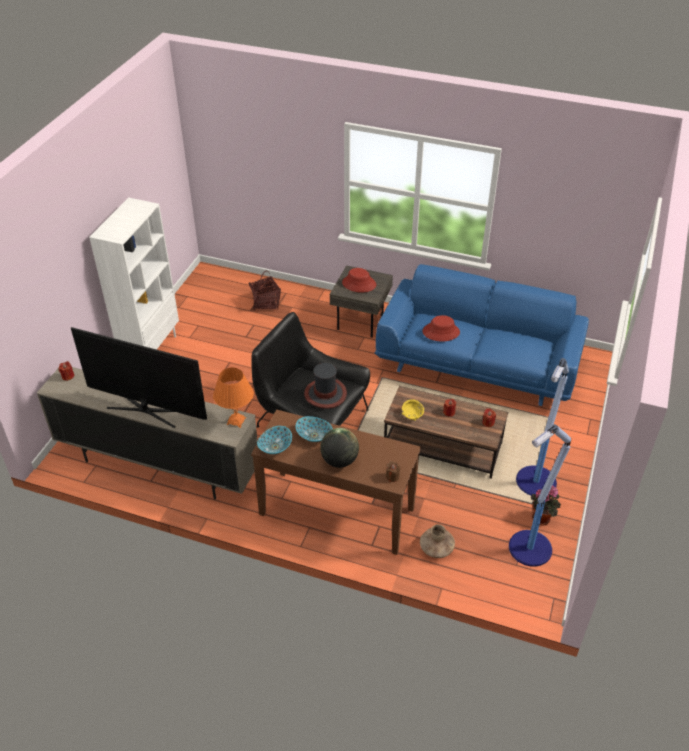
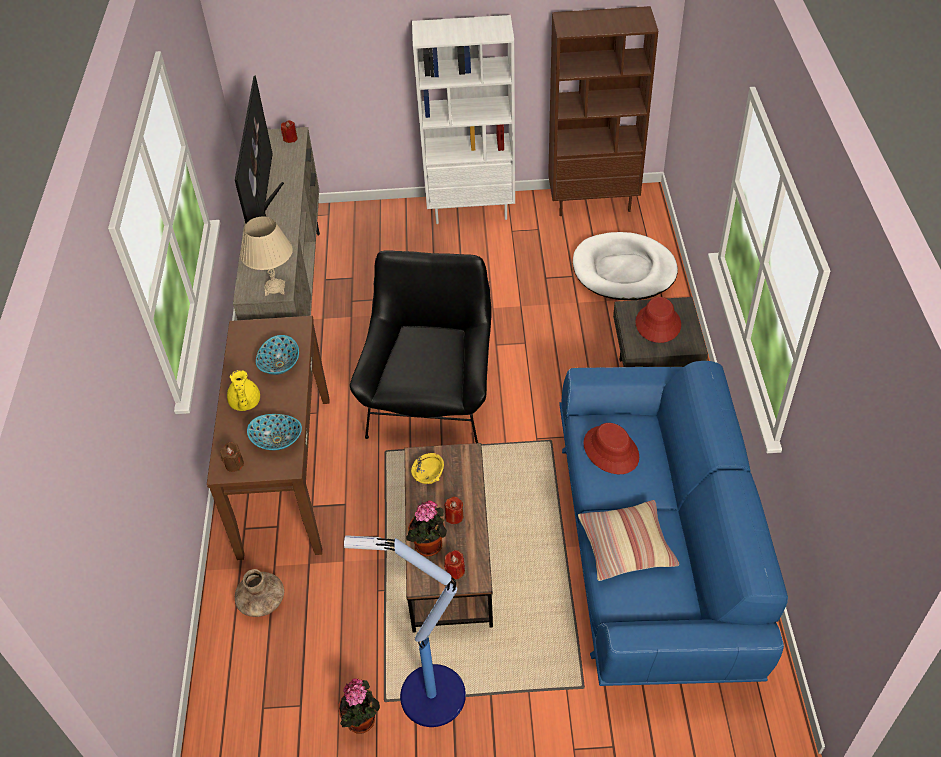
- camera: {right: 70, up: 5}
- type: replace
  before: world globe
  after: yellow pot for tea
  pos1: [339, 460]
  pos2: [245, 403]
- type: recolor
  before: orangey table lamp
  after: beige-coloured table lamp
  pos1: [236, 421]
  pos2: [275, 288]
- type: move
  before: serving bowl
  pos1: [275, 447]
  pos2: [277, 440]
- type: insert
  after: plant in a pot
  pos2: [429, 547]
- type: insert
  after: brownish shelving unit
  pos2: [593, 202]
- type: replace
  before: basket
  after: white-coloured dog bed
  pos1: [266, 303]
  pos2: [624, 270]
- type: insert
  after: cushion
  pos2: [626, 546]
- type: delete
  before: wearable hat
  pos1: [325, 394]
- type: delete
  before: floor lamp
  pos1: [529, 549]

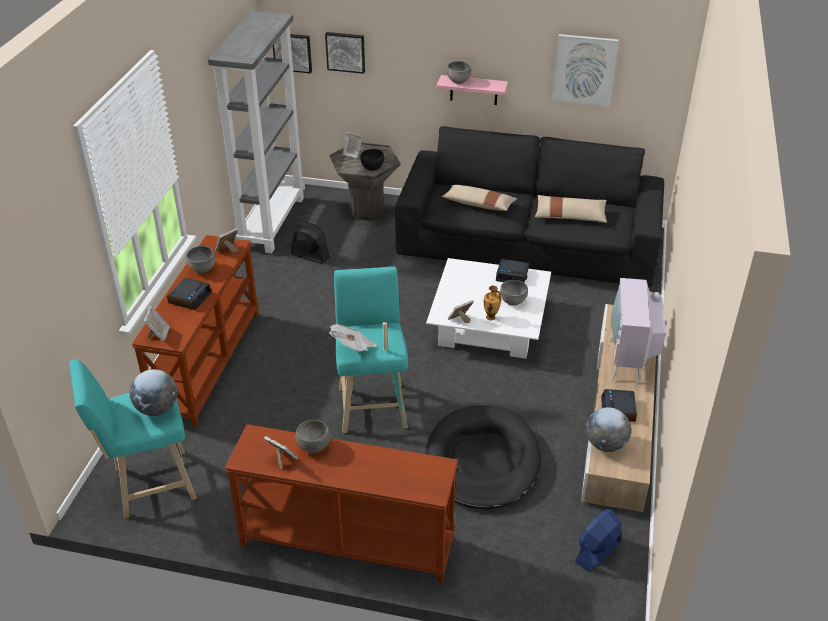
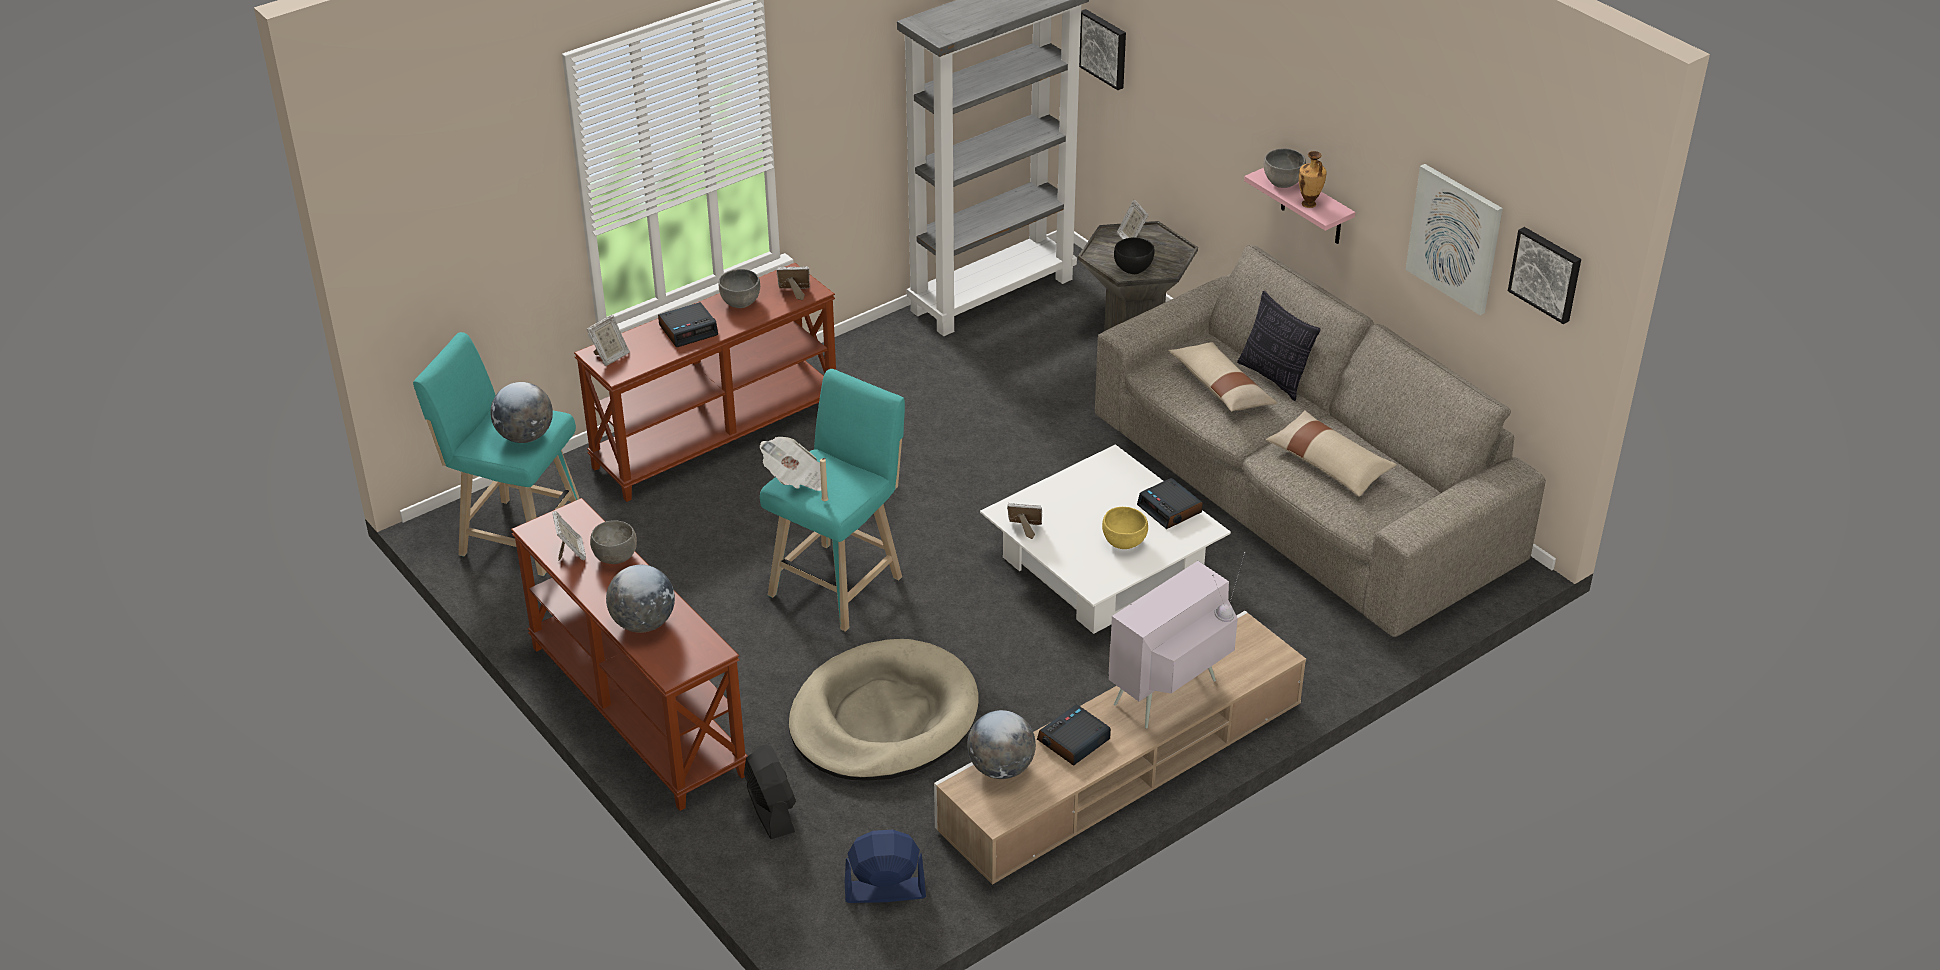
- camera: {right: 40, up: 0}
- type: insert
  after: world globe
  pos2: [643, 623]
- type: move
  before: black electric fan
  pos1: [310, 256]
  pos2: [771, 810]
- type: recolor
  before: black dog bed
  after: beige-coloured dog bed
  pos1: [483, 461]
  pos2: [883, 718]
- type: recolor
  before: black sofa
  after: beige-coloured sofa
  pos1: [527, 244]
  pos2: [1299, 490]
- type: recolor
  before: greyish serving bowl
  after: yellow serving bowl
  pos1: [513, 301]
  pos2: [1123, 543]
- type: insert
  after: cushion
  pos2: [1274, 377]
- type: move
  before: flower vase
  pos1: [491, 317]
  pos2: [1309, 204]
- type: move
  before: picture
  pos1: [346, 52]
  pos2: [1546, 273]

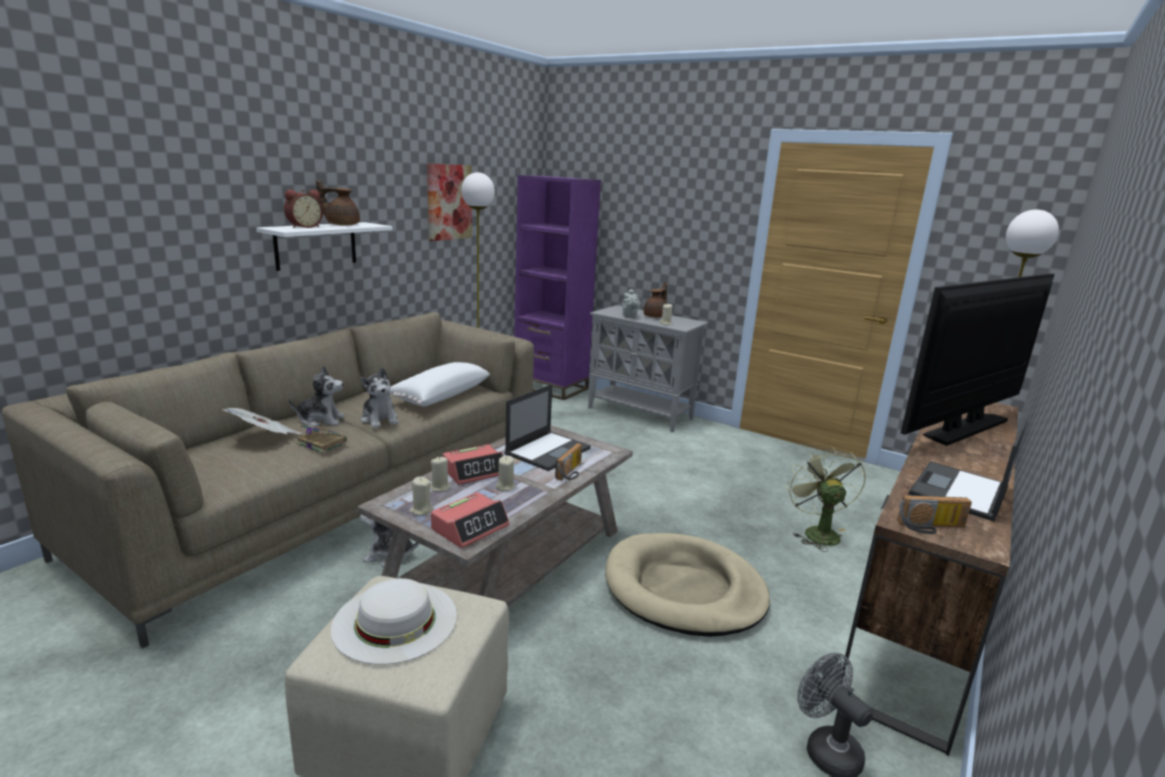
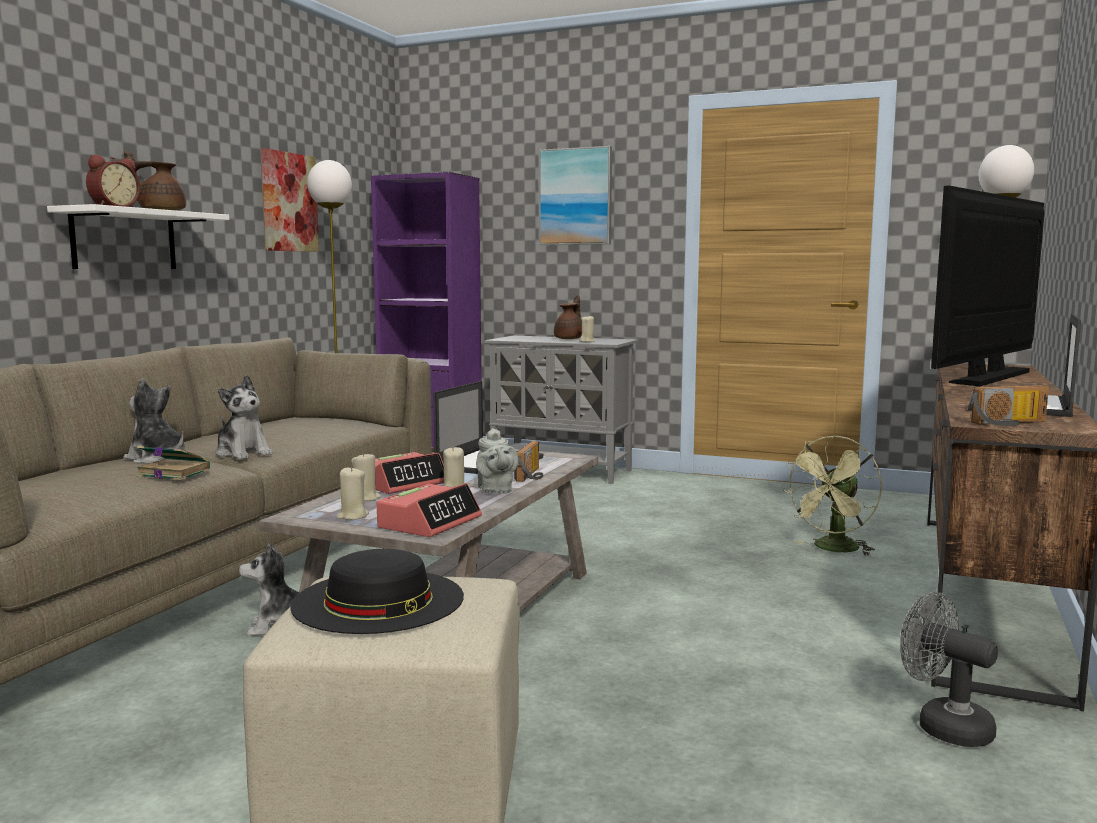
- camera: {right: -10, up: -10}
- type: rotate
  before: cuddly toy
  pos1: [320, 420]
  pos2: [157, 459]
  turn: -135
- type: recolor
  before: white-coloured wearable hat
  after: black wearable hat
  pos1: [395, 620]
  pos2: [378, 600]
- type: move
  before: greyish pot for tea
  pos1: [629, 316]
  pos2: [495, 490]
- type: insert
  after: picture
  pos2: [575, 197]
- type: rotate
  before: green electric fan
  pos1: [817, 532]
  pos2: [833, 549]
  turn: -120
- type: delete
  before: printed paper
  pos1: [265, 438]
- type: delete
  before: white-coloured cushion
  pos1: [440, 395]
- type: delete
  before: beige-coloured dog bed
  pos1: [684, 589]

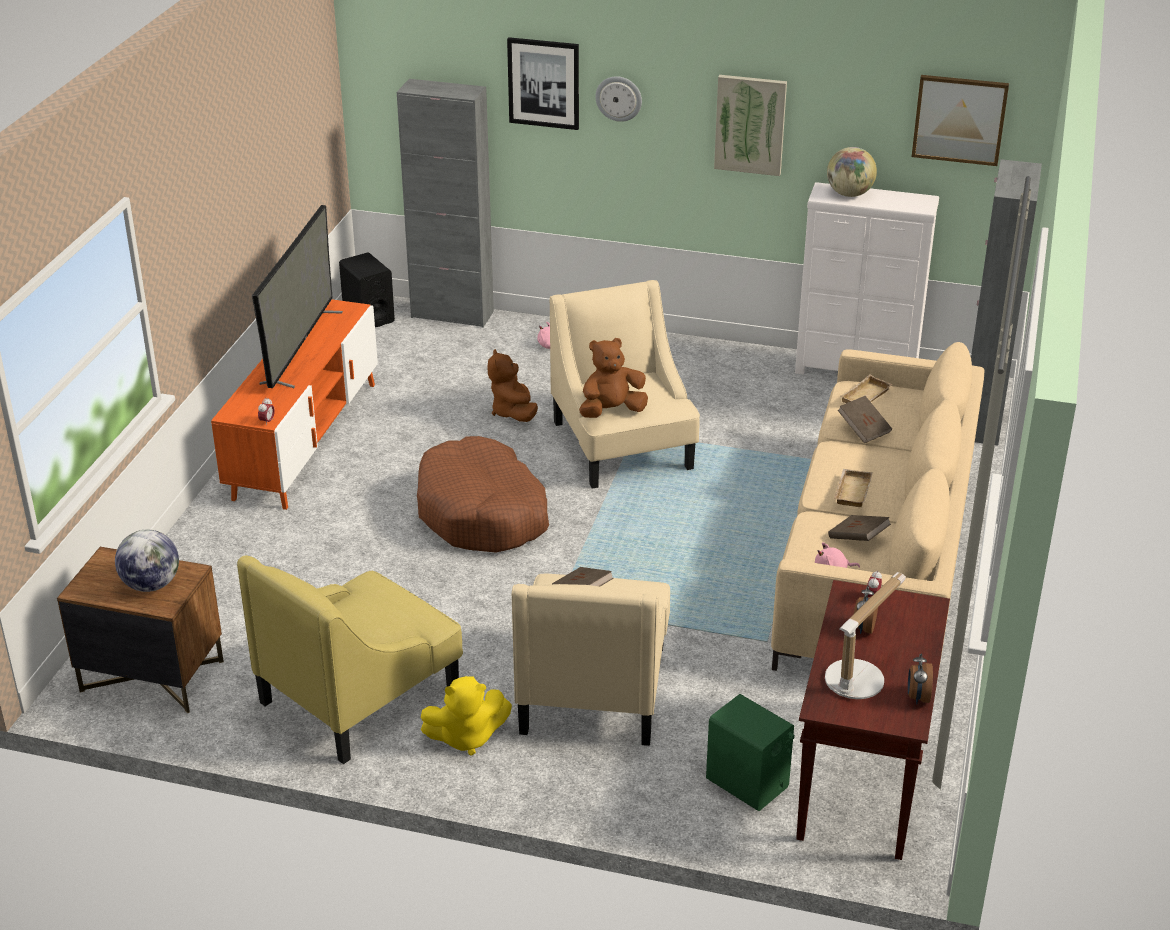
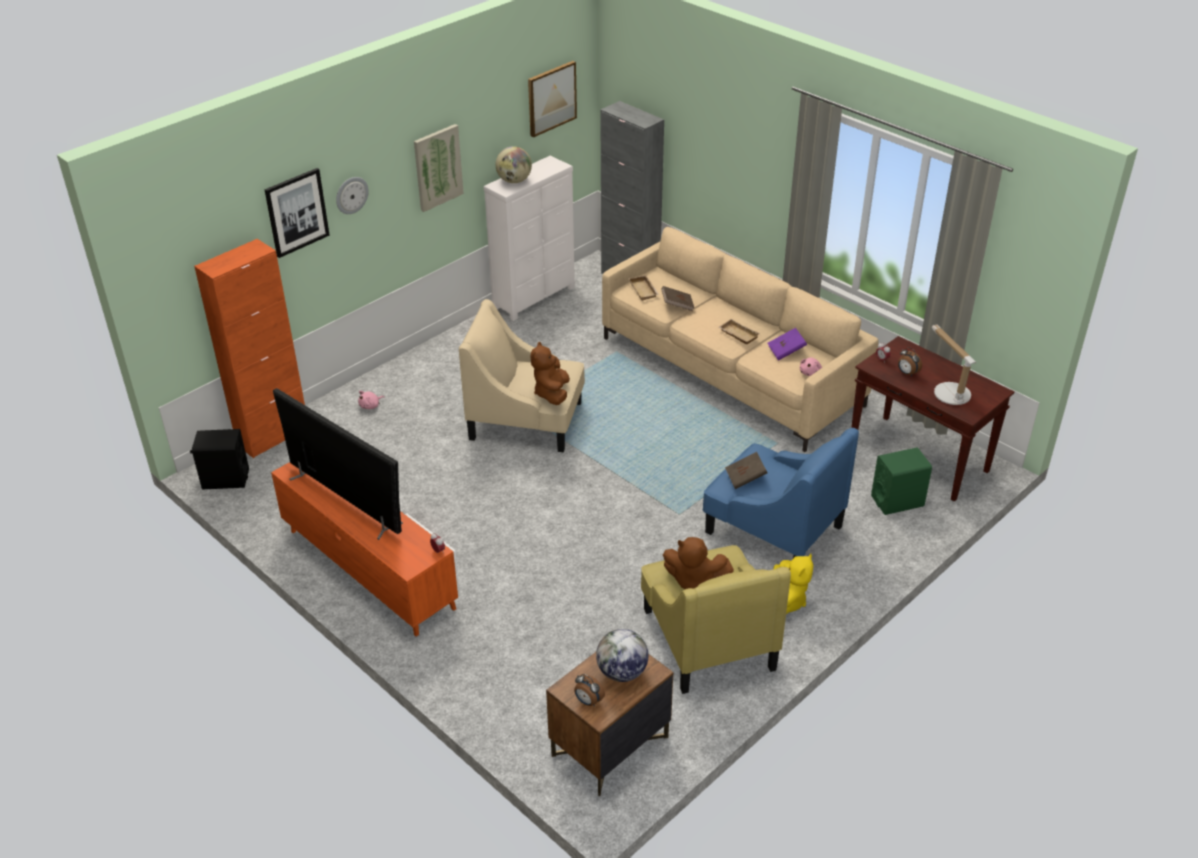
- camera: {right: -60, up: 5}
- type: recolor
  before: greyish cupboard
  after: orangey cupboard
  pos1: [452, 314]
  pos2: [273, 436]
- type: move
  before: table clock
  pos1: [917, 697]
  pos2: [588, 701]
- type: move
  before: brownish cuddly toy
  pos1: [513, 412]
  pos2: [694, 581]
- type: recolor
  before: beige-coloured easy chair
  after: blue easy chair
  pos1: [593, 687]
  pos2: [773, 529]
- type: recolor
  before: brownish bound book
  after: purple-coloured bound book
  pos1: [858, 539]
  pos2: [786, 351]
- type: delete
  before: brownish dog bed
  pos1: [482, 513]

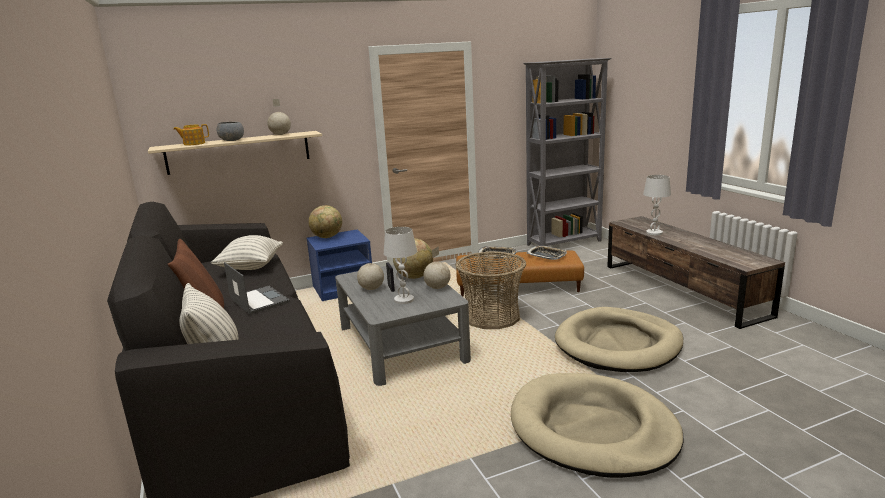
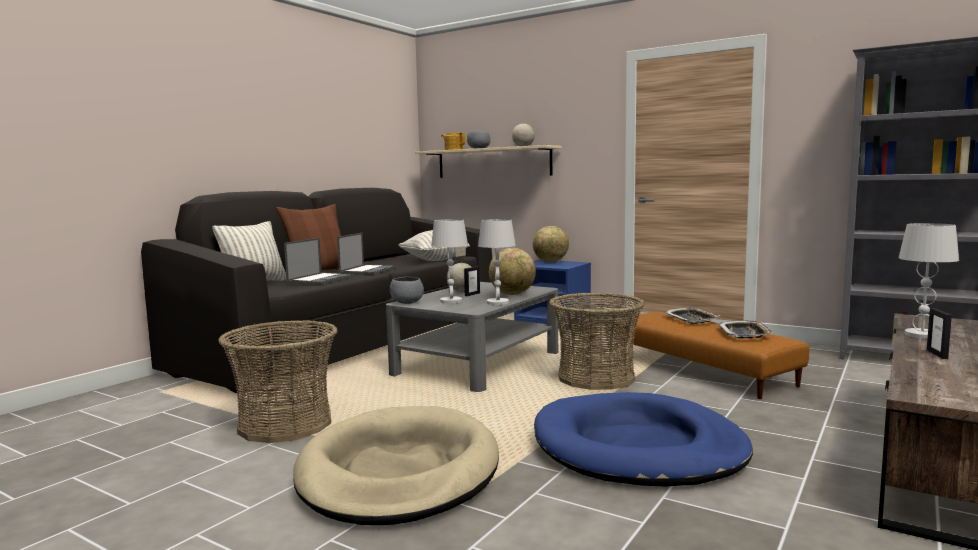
- camera: {right: 55, up: -10}
- type: insert
  after: basket
  pos2: [285, 424]
- type: insert
  after: portable computer
  pos2: [321, 279]
- type: insert
  after: greyish serving bowl
  pos2: [407, 302]
- type: replace
  before: world globe
  after: white-coloured table lamp
  pos1: [437, 288]
  pos2: [497, 302]
- type: recolor
  before: beige-coloured dog bed
  after: blue dog bed
  pos1: [618, 344]
  pos2: [638, 448]
- type: insert
  after: picture frame
  pos2: [937, 354]

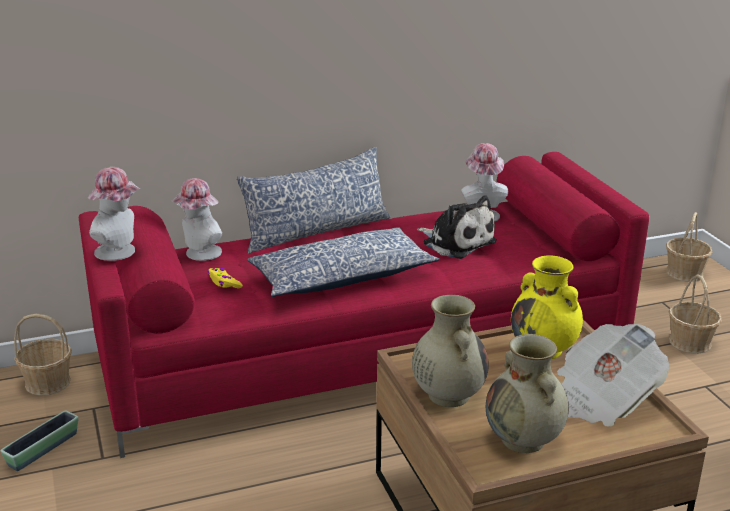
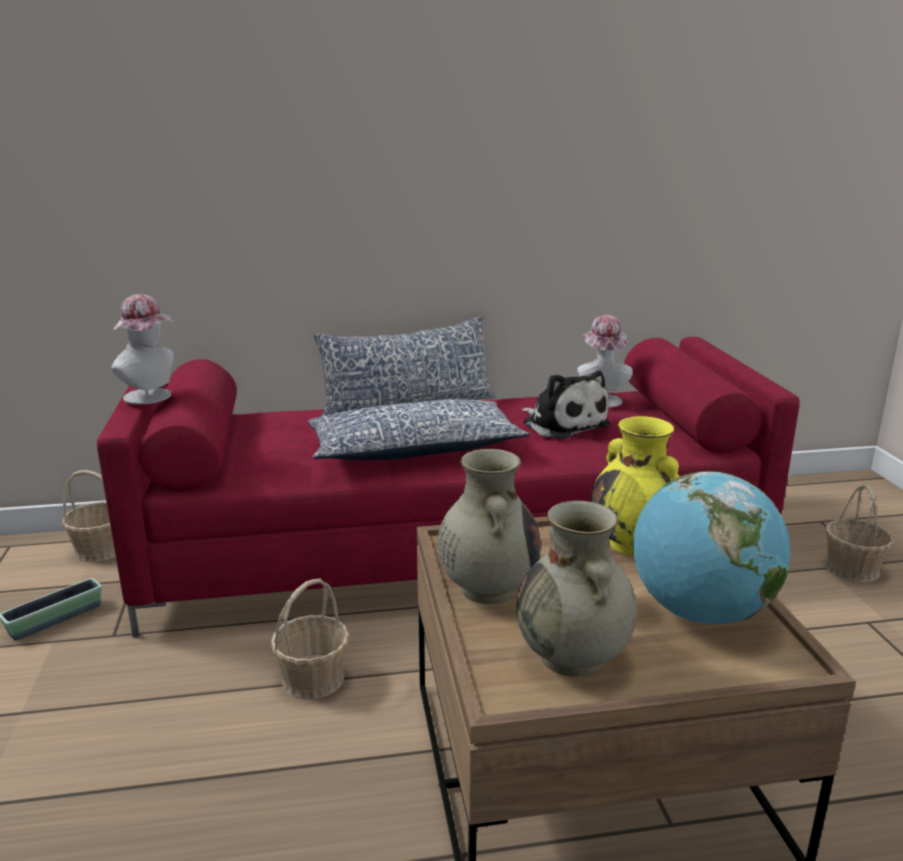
- camera: {right: 10, up: -5}
- type: move
  before: basket
  pos1: [685, 273]
  pos2: [313, 678]
- type: replace
  before: printed paper
  after: world globe
  pos1: [601, 399]
  pos2: [700, 613]
- type: delete
  before: wearable hat
  pos1: [200, 254]
- type: delete
  before: yellow game controller
  pos1: [224, 283]

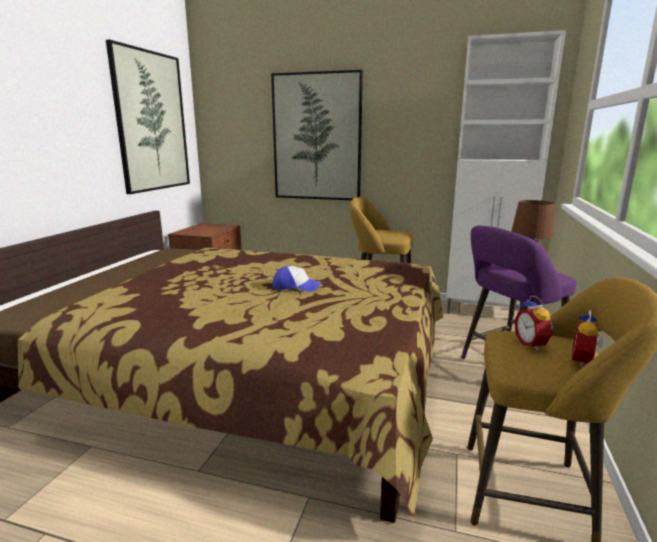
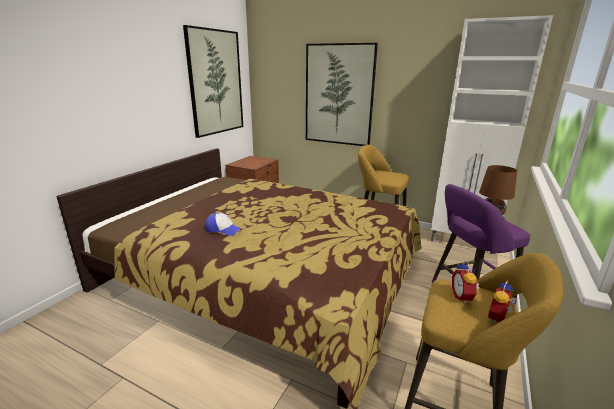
- camera: {right: 10, up: 5}
- type: move
  before: cap
  pos1: [296, 287]
  pos2: [223, 229]

